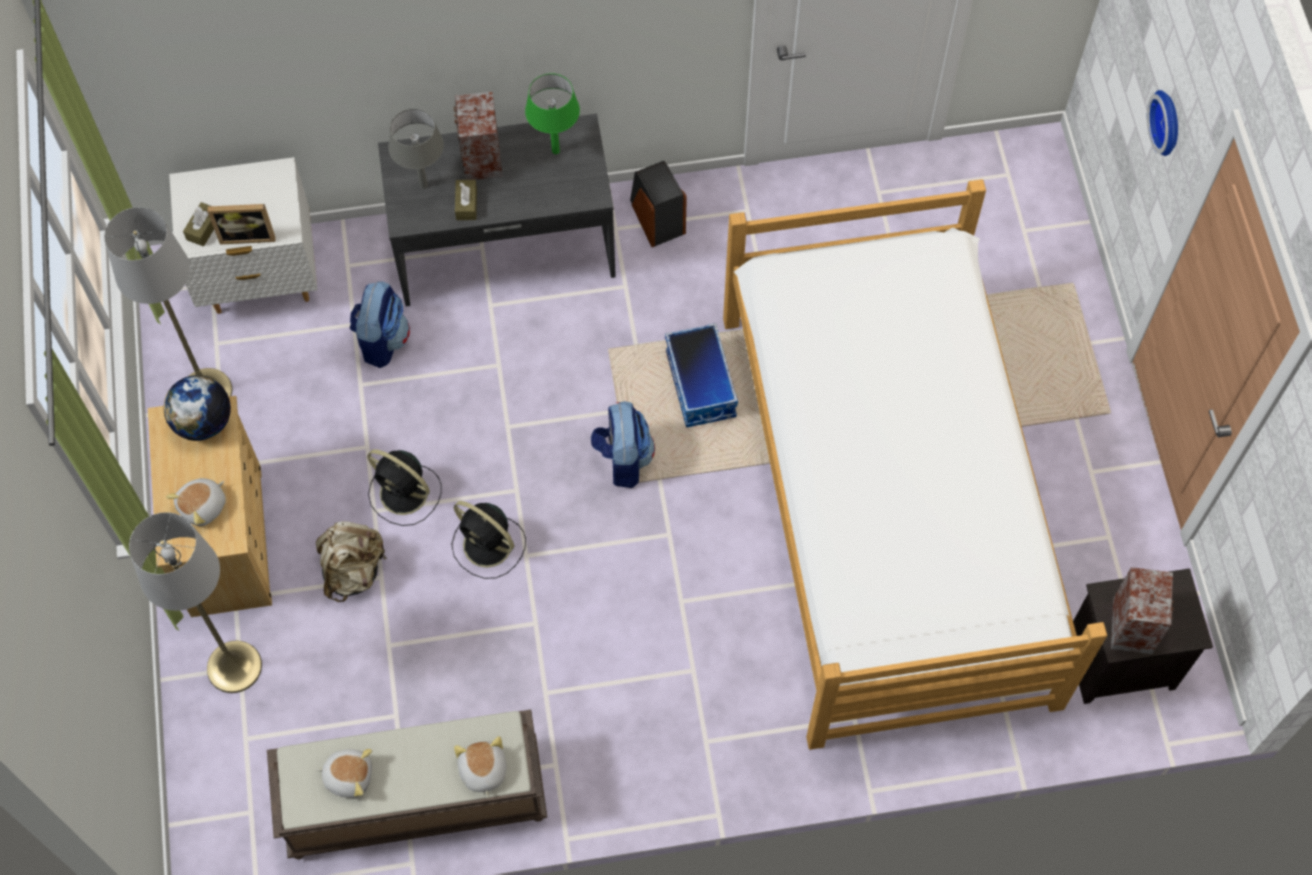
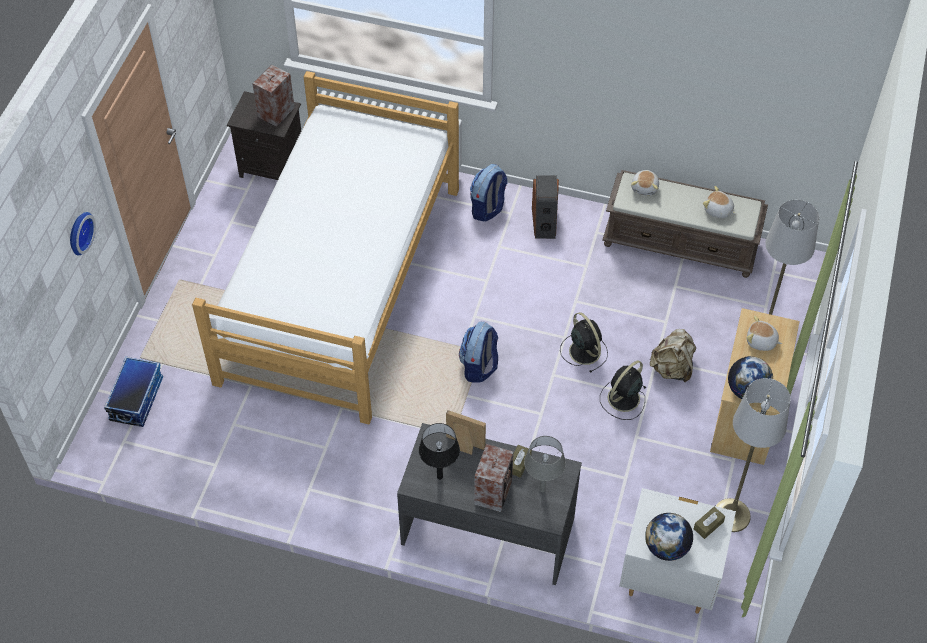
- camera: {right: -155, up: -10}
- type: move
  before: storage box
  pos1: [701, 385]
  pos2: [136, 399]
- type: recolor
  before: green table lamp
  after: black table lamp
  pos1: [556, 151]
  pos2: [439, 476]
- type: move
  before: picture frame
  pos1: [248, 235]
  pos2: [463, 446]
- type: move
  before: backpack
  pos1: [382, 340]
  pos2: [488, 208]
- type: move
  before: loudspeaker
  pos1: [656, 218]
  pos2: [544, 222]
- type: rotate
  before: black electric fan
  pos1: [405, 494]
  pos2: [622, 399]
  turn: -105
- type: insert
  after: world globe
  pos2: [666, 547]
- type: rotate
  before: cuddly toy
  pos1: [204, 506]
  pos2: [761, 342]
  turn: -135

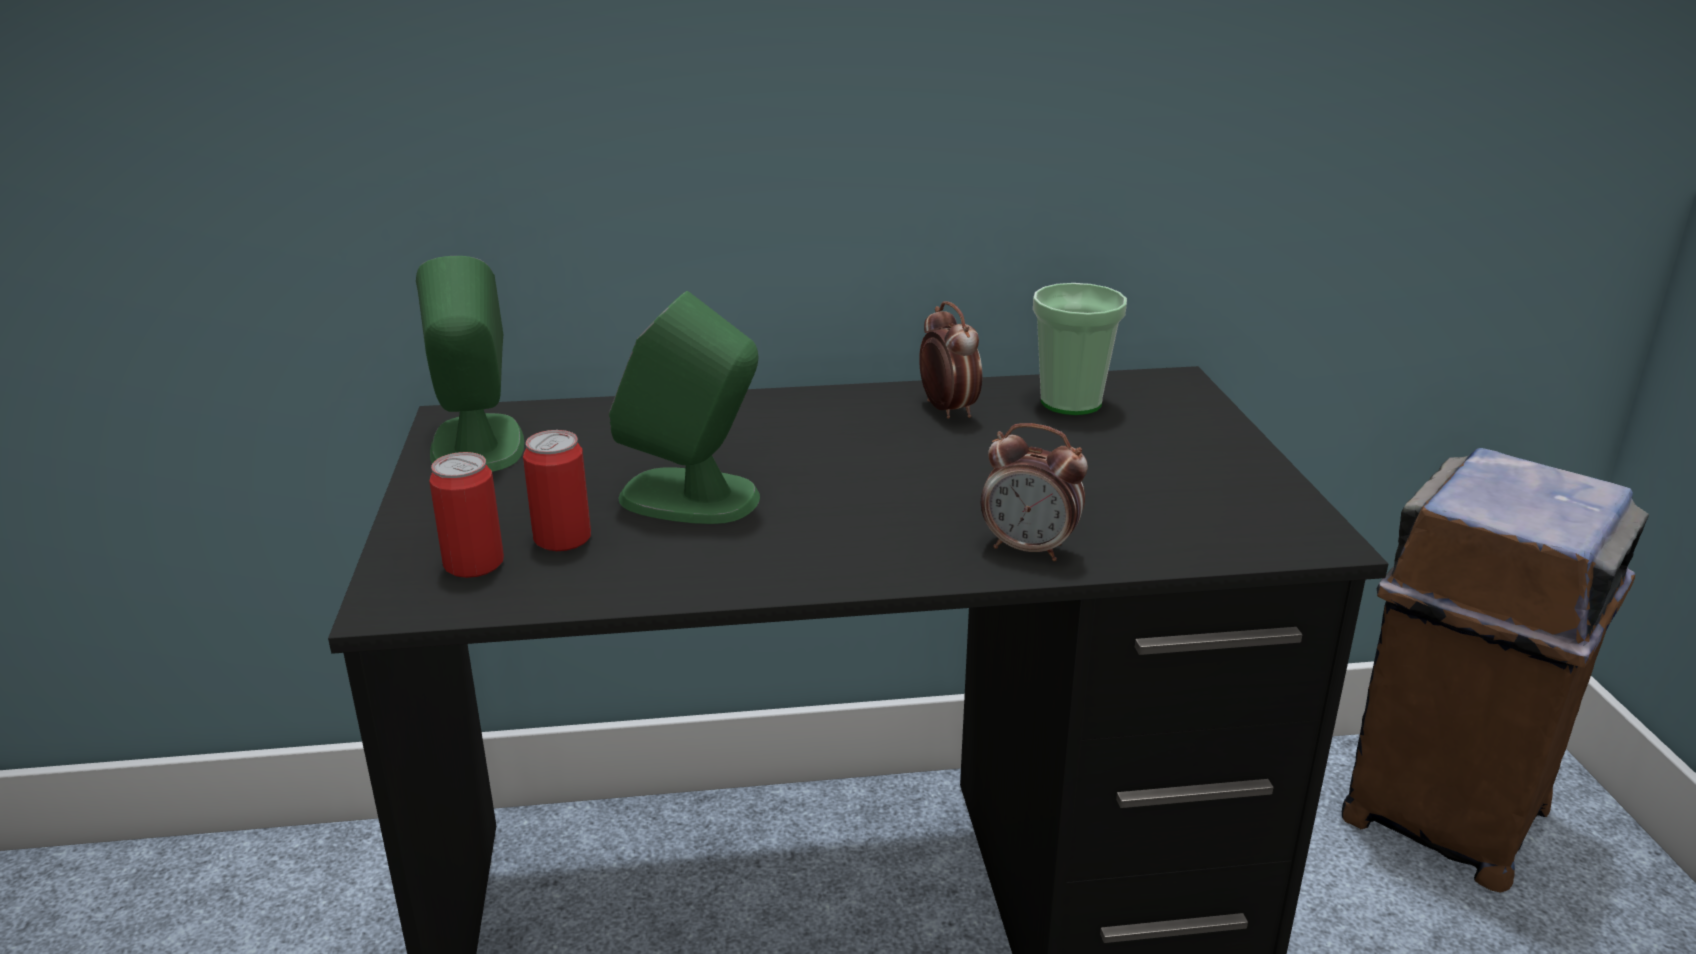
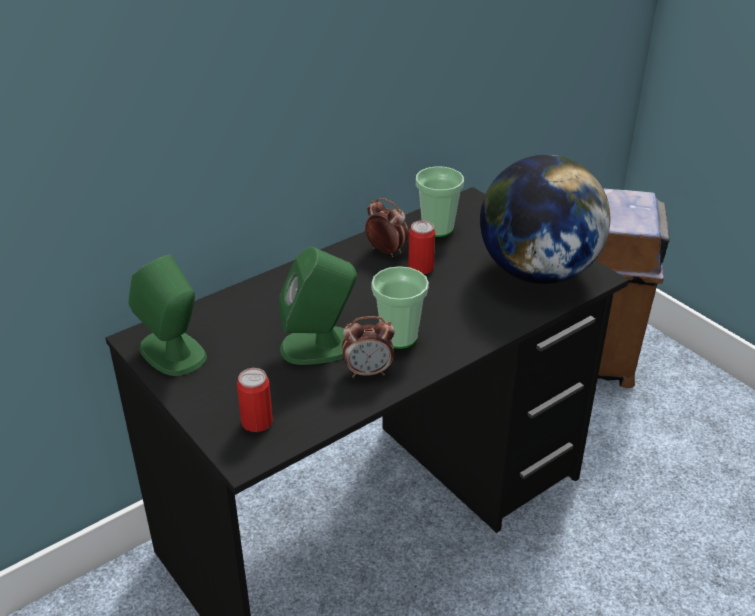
- camera: {right: -30, up: 10}
- type: move
  before: table clock
  pos1: [1029, 549]
  pos2: [368, 372]
- type: insert
  after: drinking cup
  pos2: [399, 337]
- type: move
  before: can
  pos1: [562, 538]
  pos2: [421, 268]
- type: insert
  after: world globe
  pos2: [537, 272]

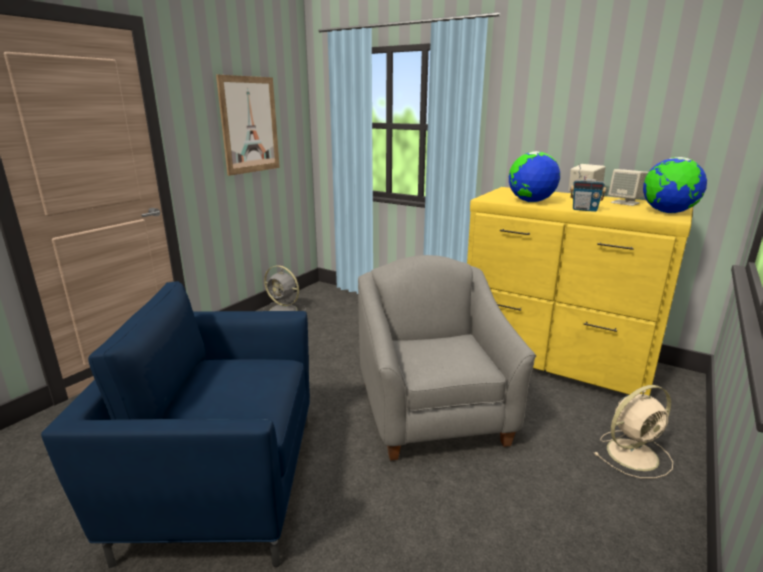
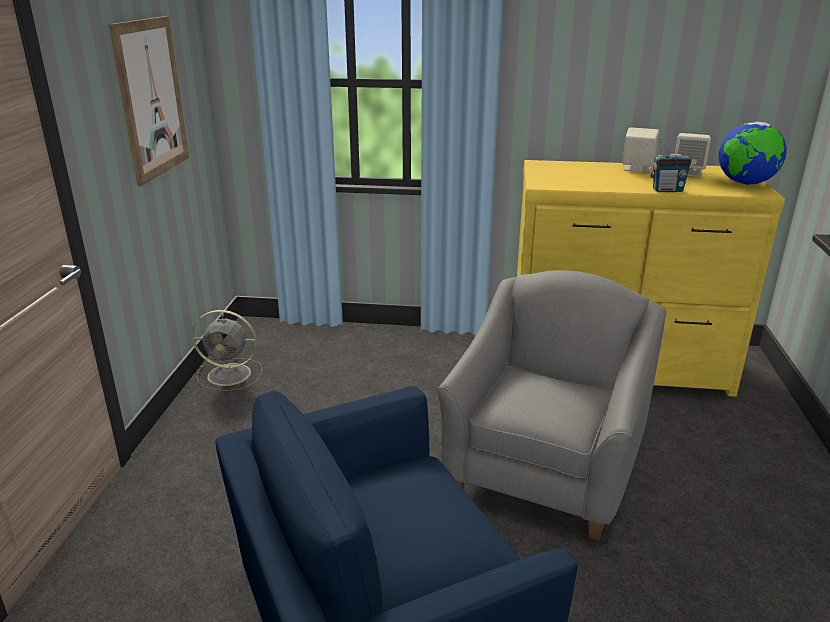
- camera: {right: -25, up: 5}
- type: rotate
  before: greyish easy chair
  pos1: [433, 412]
  pos2: [545, 468]
  turn: 60
- type: delete
  before: world globe
  pos1: [531, 202]
- type: delete
  before: beige-coloured electric fan
  pos1: [634, 454]

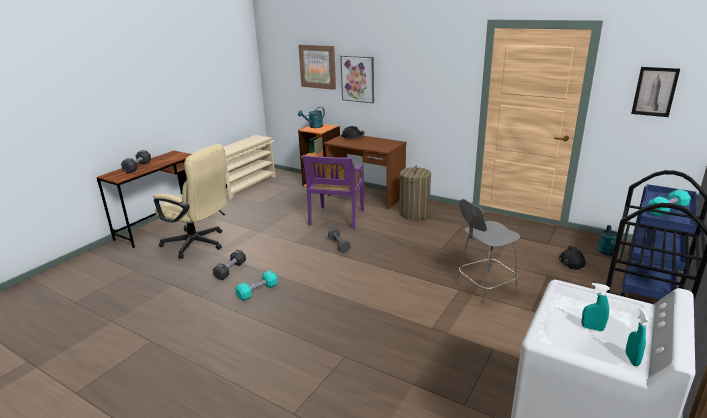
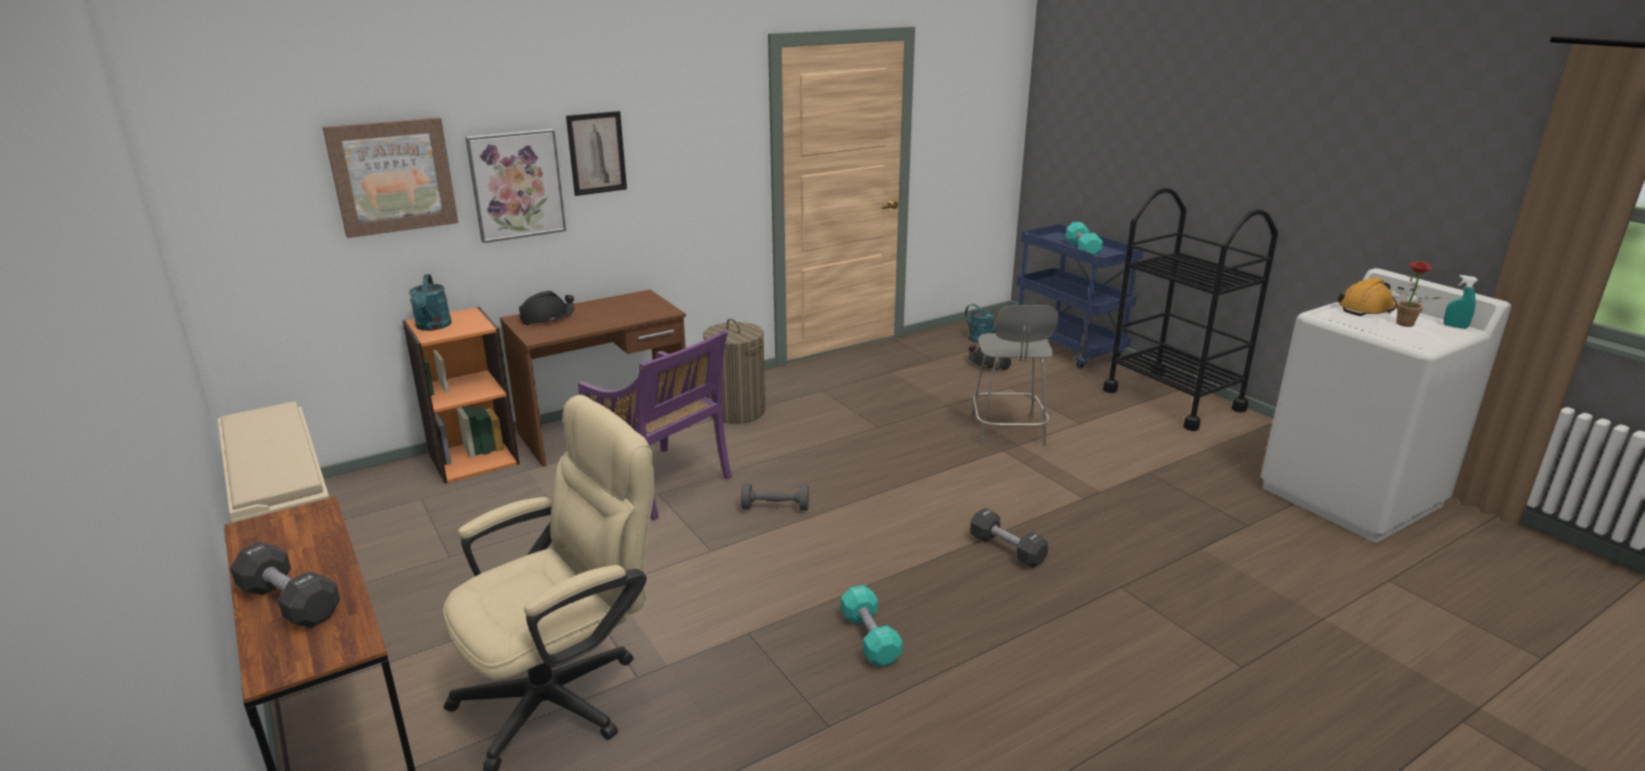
- camera: {right: -65, up: 0}
- type: move
  before: picture
  pos1: [654, 91]
  pos2: [596, 153]
- type: move
  before: black hand weight
  pos1: [230, 270]
  pos2: [1007, 549]
- type: insert
  after: orangey work helmet
  pos2: [1366, 308]
- type: replace
  before: turquoise spray bottle
  after: plant in a pot
  pos1: [592, 328]
  pos2: [1403, 325]

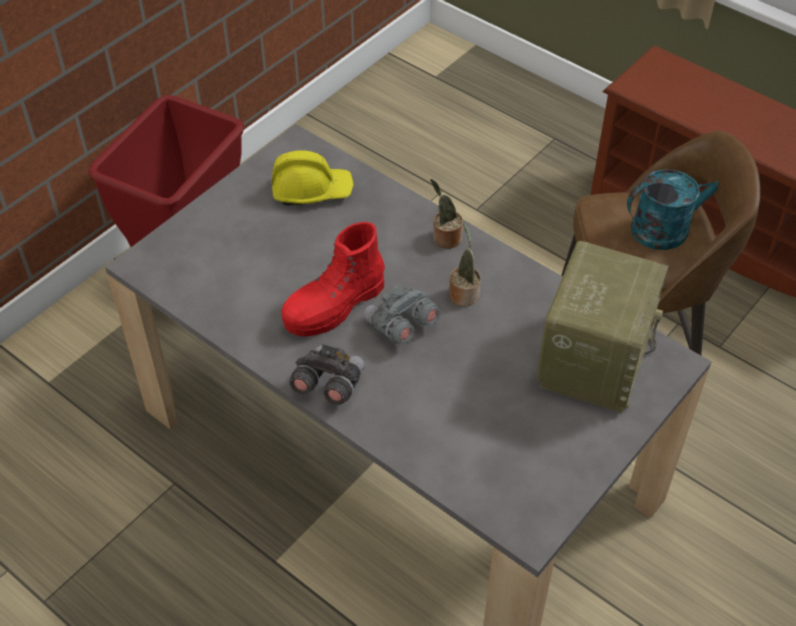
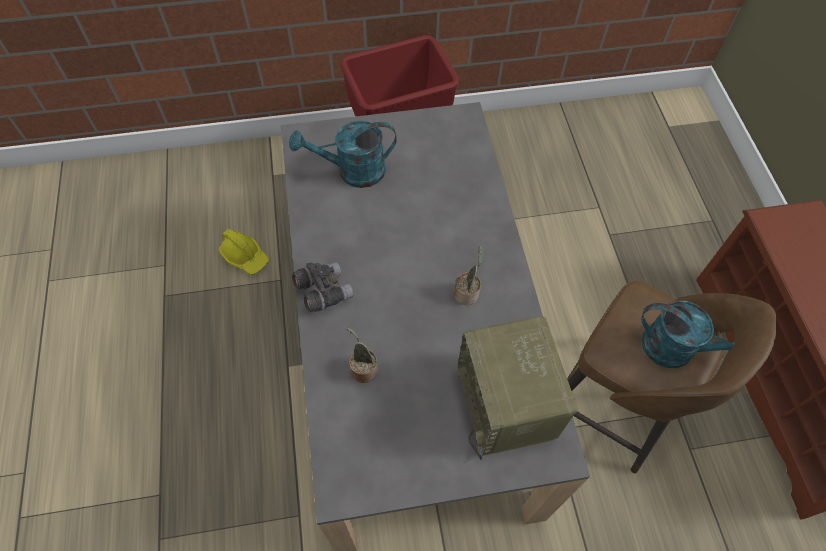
- camera: {right: 40, up: 10}
- type: move
  before: yellow work helmet
  pos1: [311, 190]
  pos2: [245, 256]
- type: insert
  after: turquoise sprinkling can
  pos2: [352, 171]
- type: move
  before: plant in a pot
  pos1: [445, 238]
  pos2: [363, 369]
- type: rotate
  before: radio set
  pos1: [594, 357]
  pos2: [507, 405]
  turn: 105
- type: delete
  before: red tall boot
  pos1: [334, 306]
- type: delete
  before: greyish binoculars
  pos1: [401, 325]

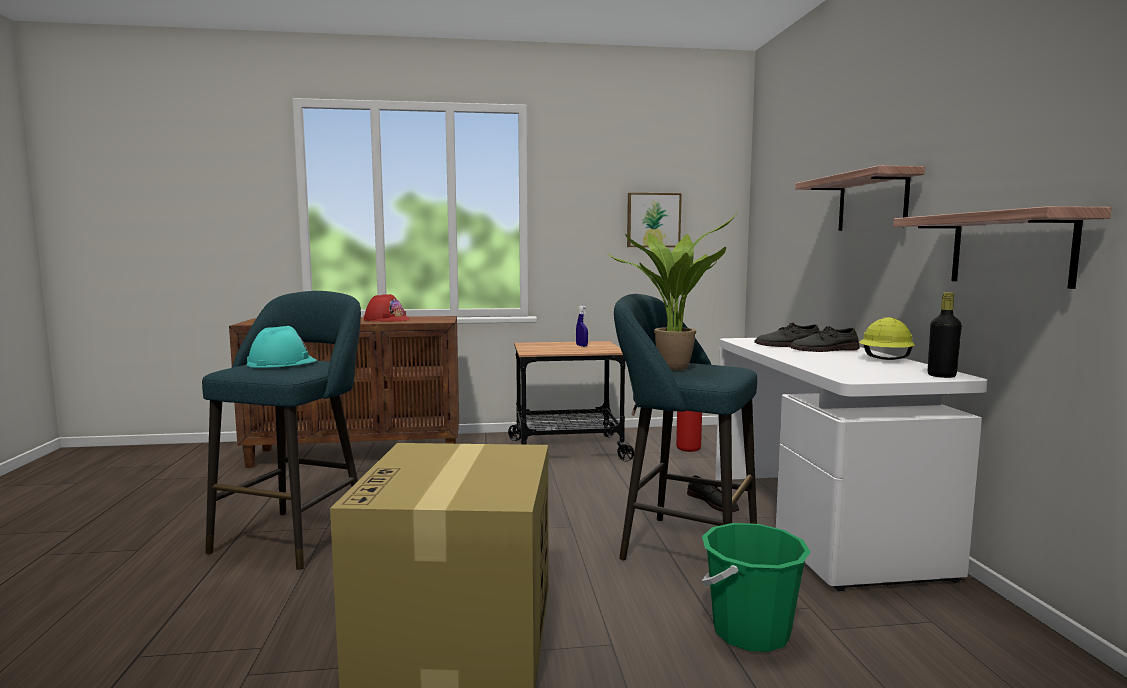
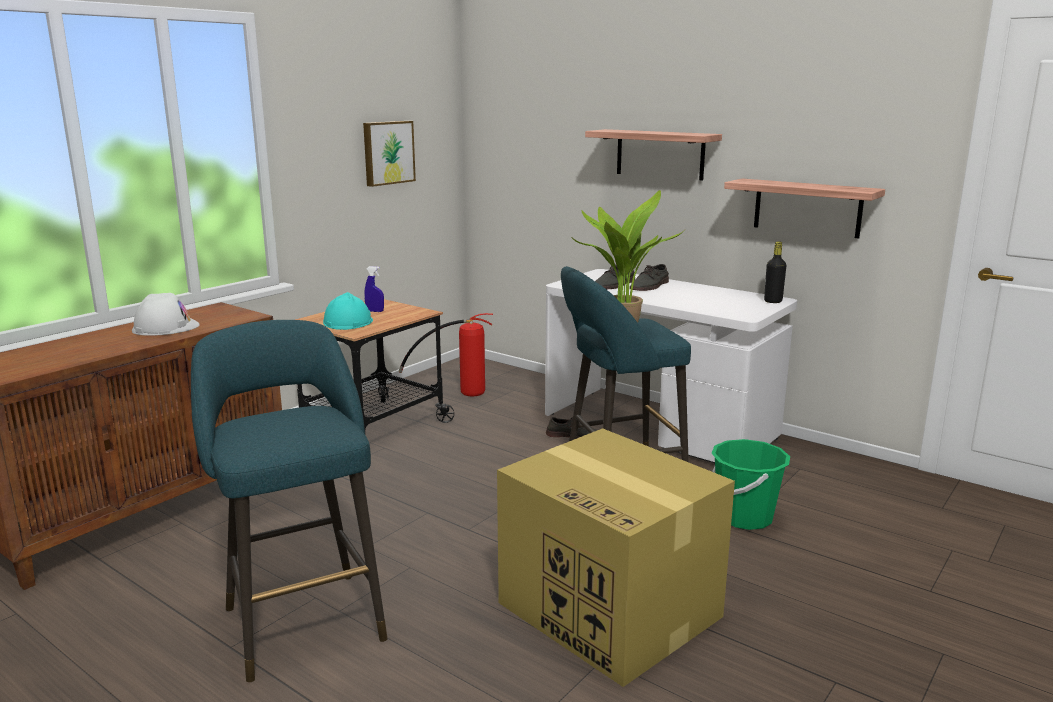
- camera: {right: -45, up: 10}
- type: recolor
  before: red work helmet
  after: white-coloured work helmet
  pos1: [386, 319]
  pos2: [165, 327]
- type: move
  before: turquoise work helmet
  pos1: [281, 362]
  pos2: [348, 322]
- type: delete
  before: yellow work helmet
  pos1: [886, 359]

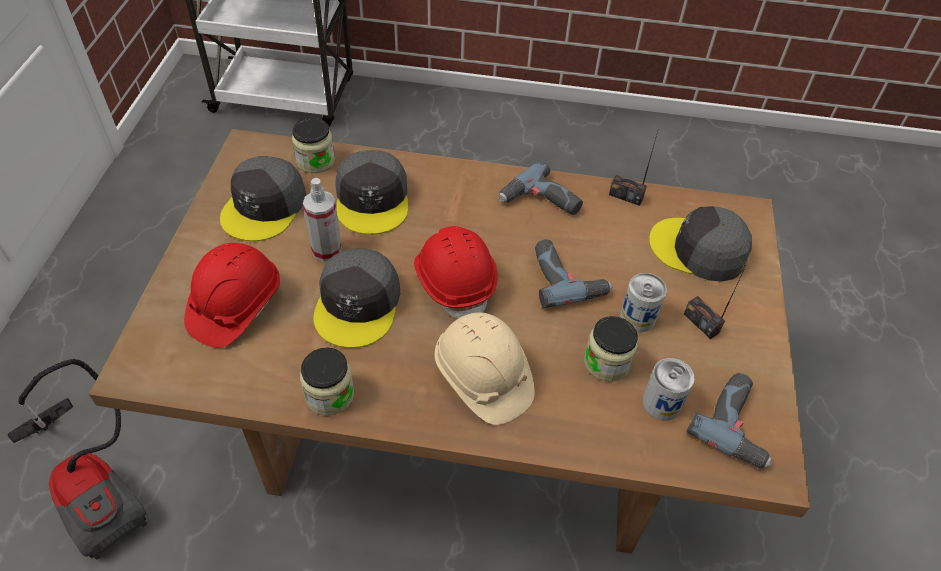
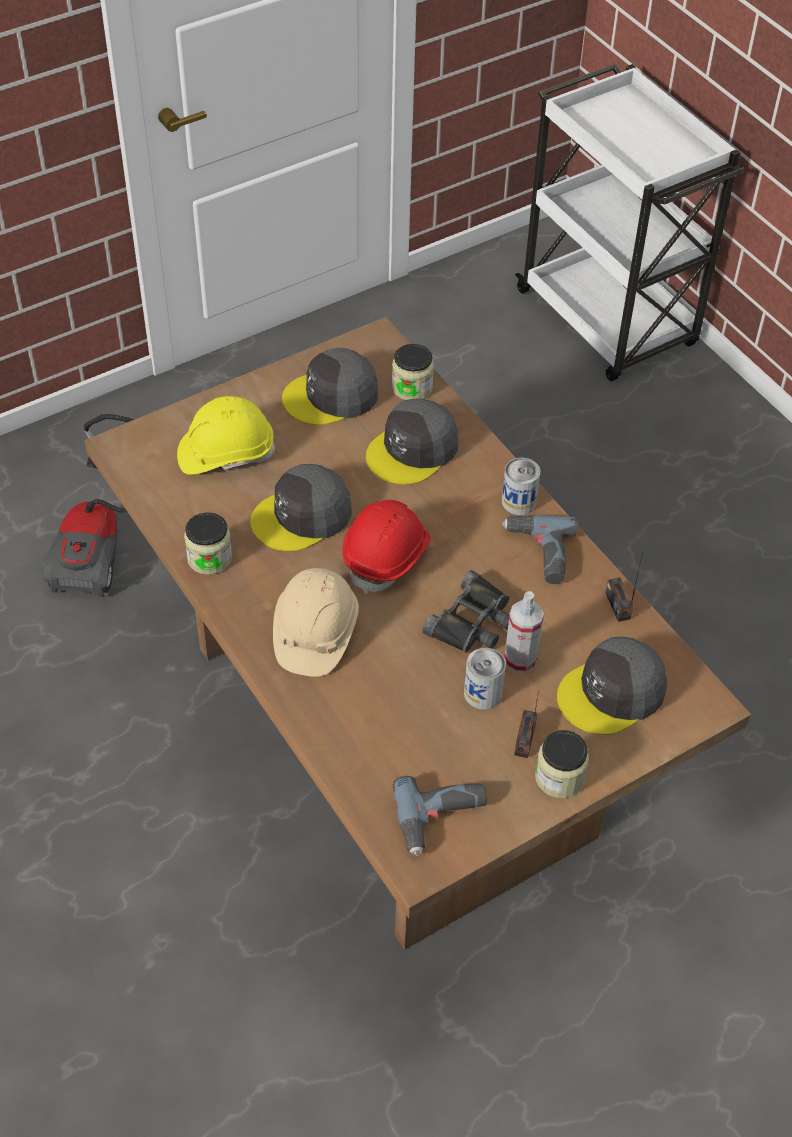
- camera: {right: 50, up: 0}
- type: recolor
  before: red work helmet
  after: yellow work helmet
  pos1: [235, 306]
  pos2: [226, 453]
- type: replace
  before: drill
  after: black binoculars
  pos1: [566, 277]
  pos2: [473, 622]
- type: move
  before: can
  pos1: [661, 403]
  pos2: [518, 502]
- type: move
  before: spray bottle
  pos1: [326, 250]
  pos2: [520, 660]
- type: move
  before: jar
  pos1: [607, 362]
  pos2: [559, 777]
- type: rotate
  before: greyish cap
  pos1: [698, 250]
  pos2: [612, 693]
  turn: -105

